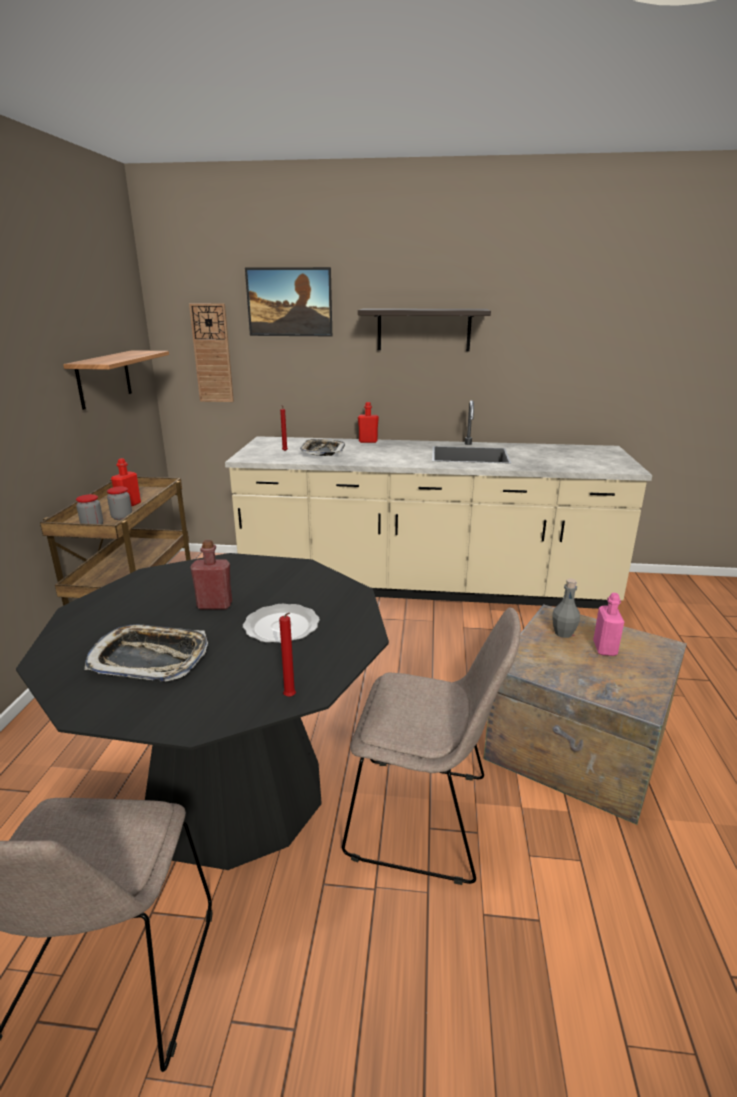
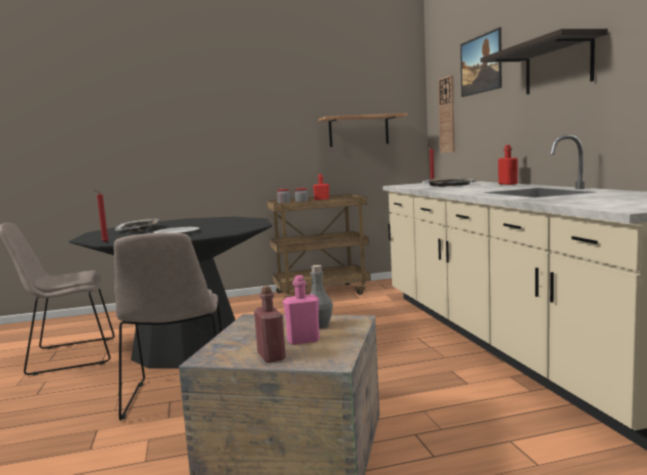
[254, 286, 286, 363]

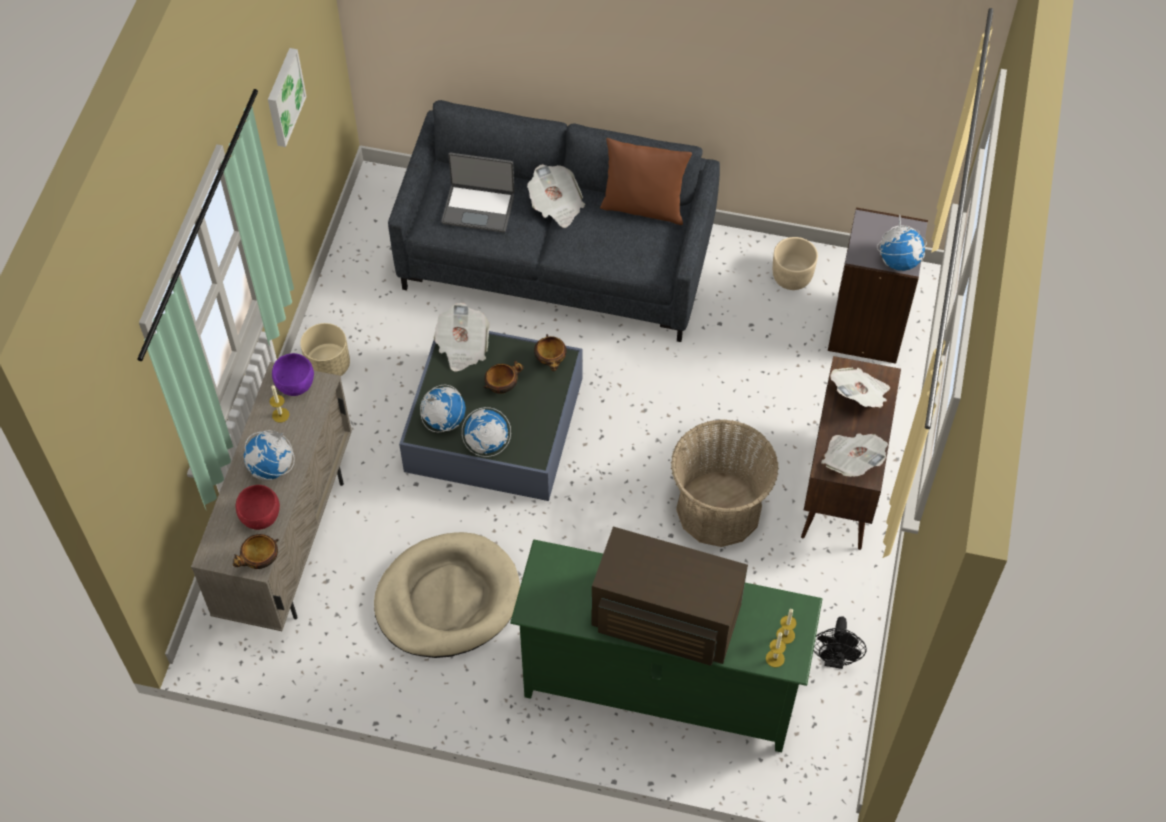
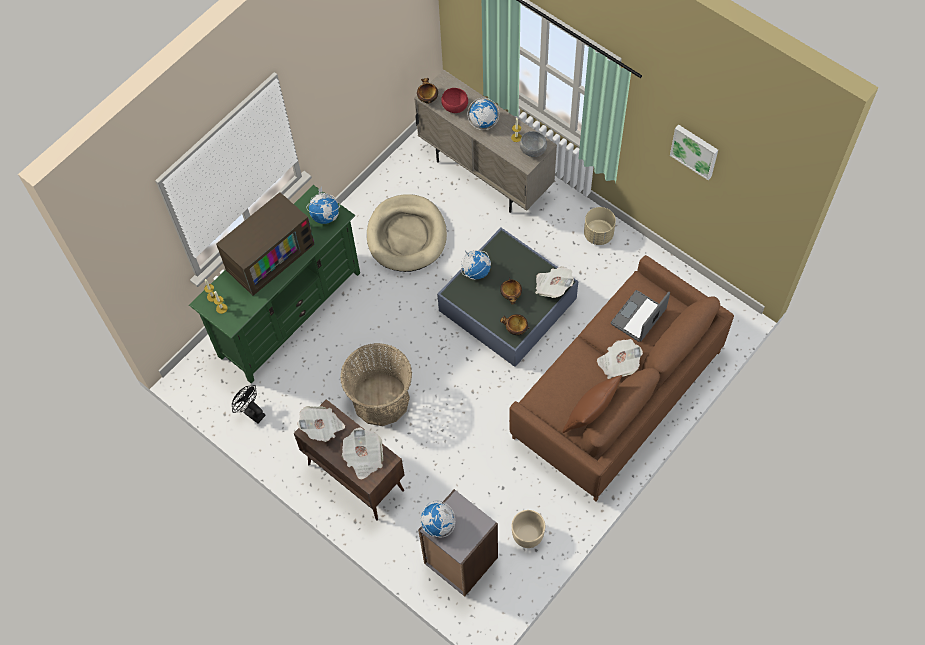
[509, 255, 734, 501]
[520, 131, 547, 157]
[307, 186, 340, 224]

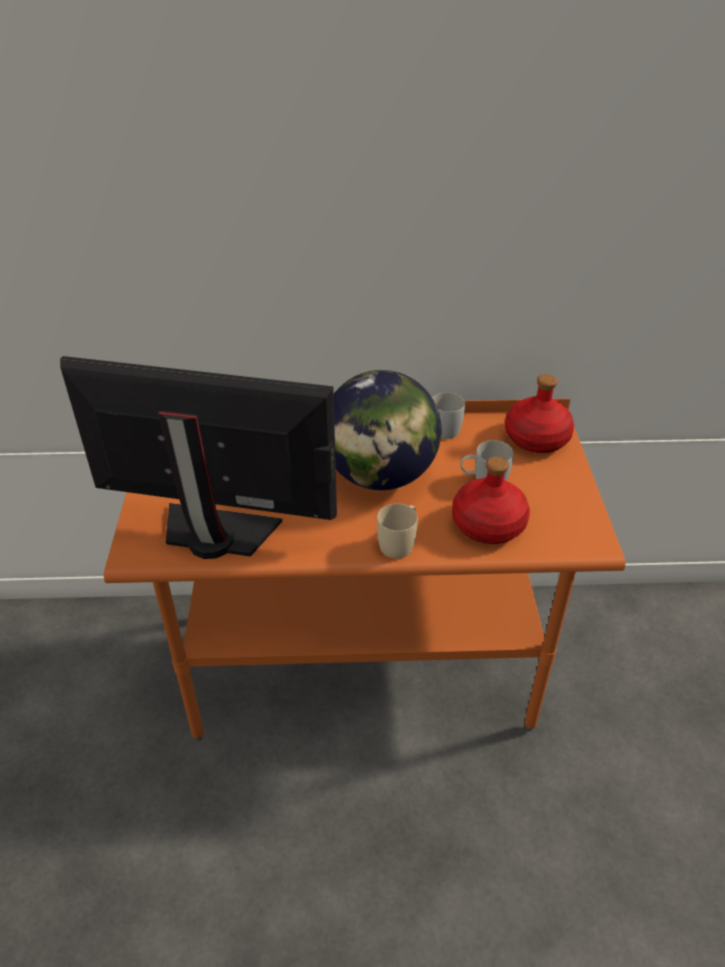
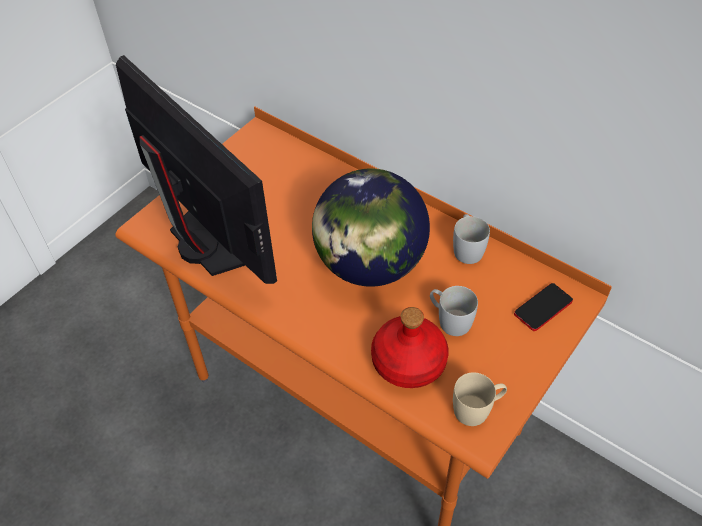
[514, 283, 573, 331]
[453, 373, 507, 426]

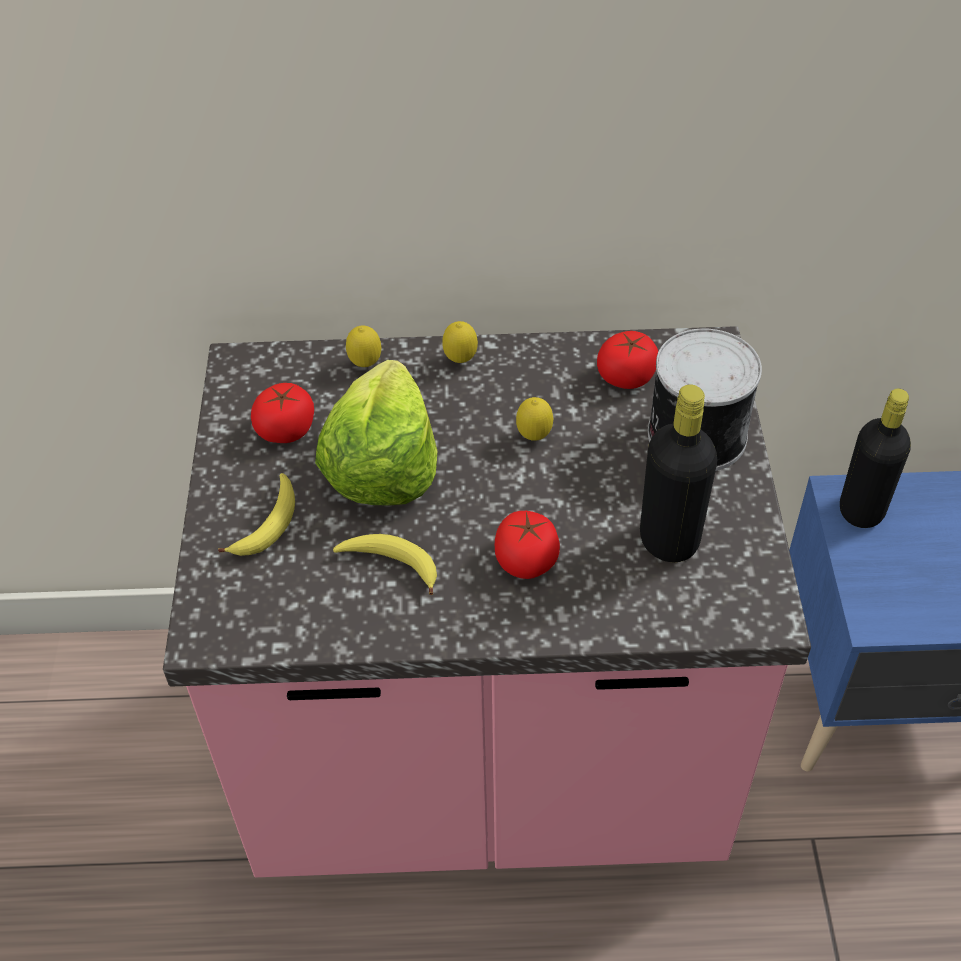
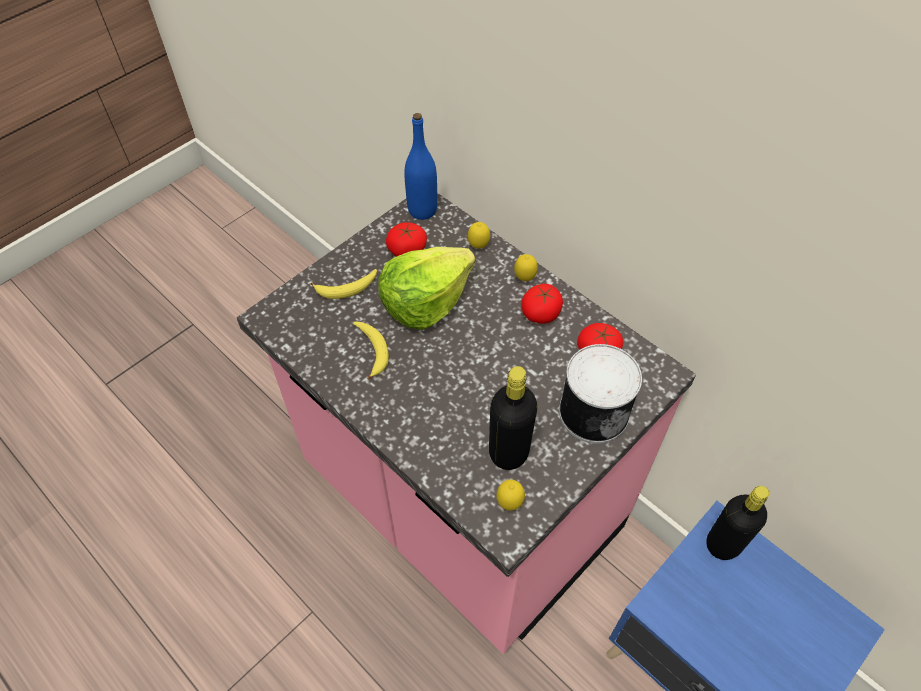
[496, 480, 525, 511]
[521, 284, 563, 324]
[404, 113, 437, 220]

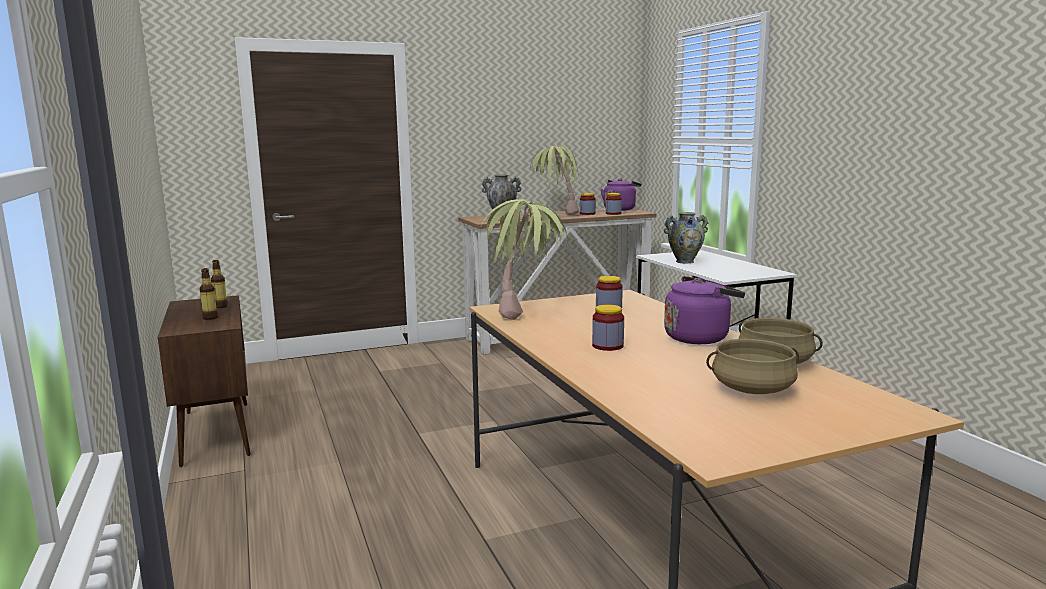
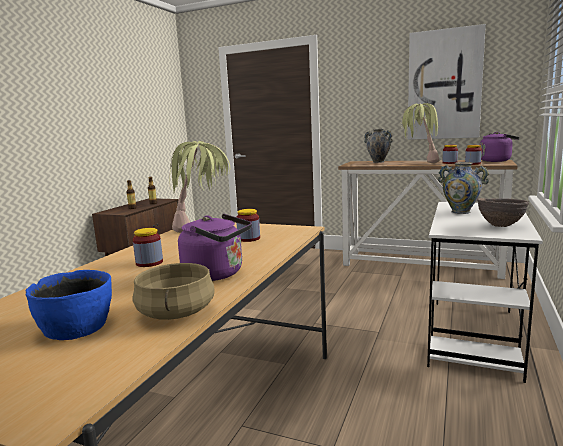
[25, 270, 112, 340]
[408, 24, 486, 140]
[477, 198, 529, 227]

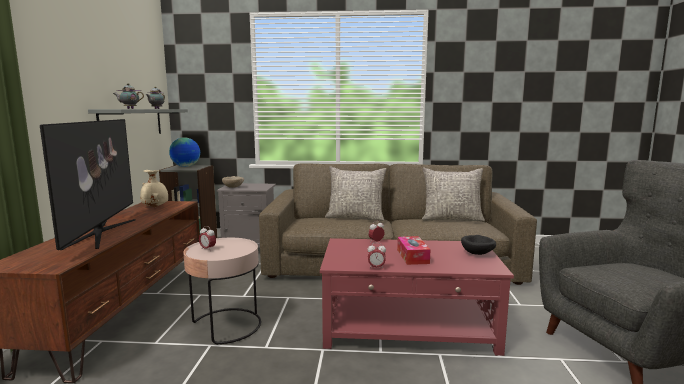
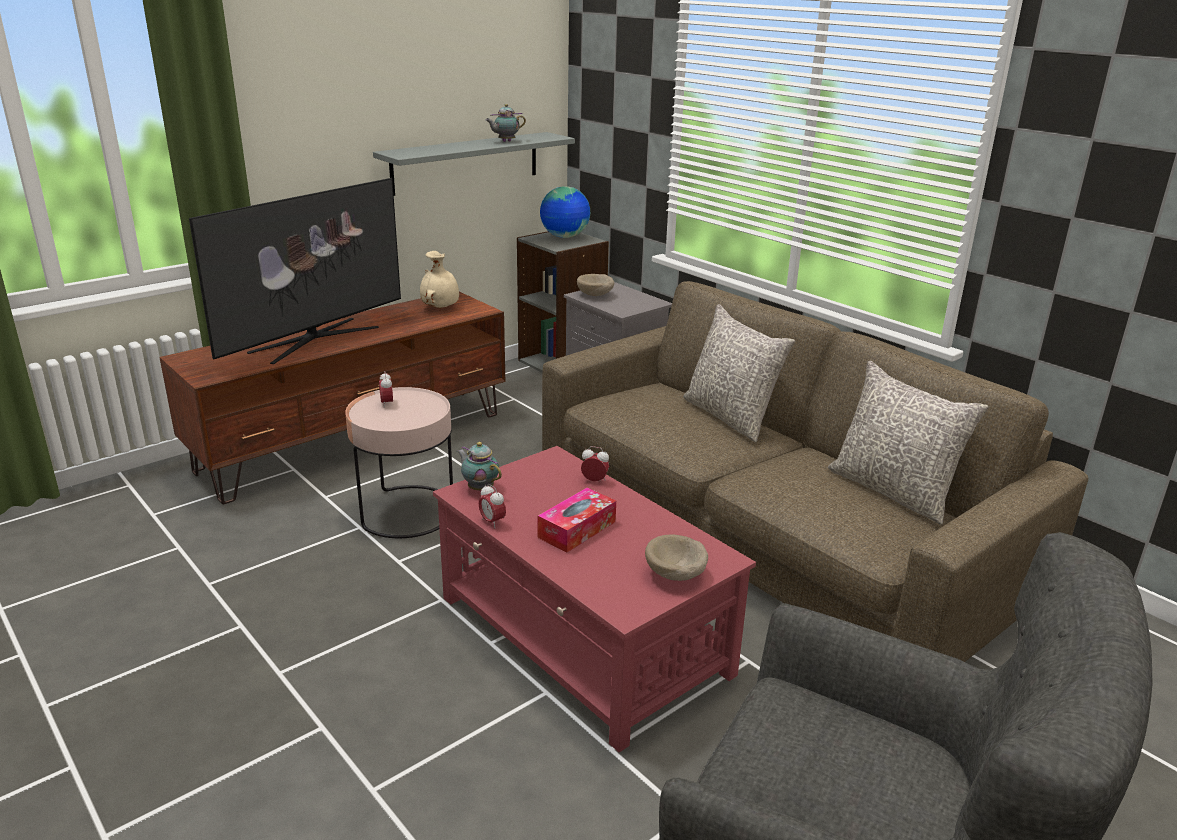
[457, 442, 502, 490]
[645, 535, 708, 581]

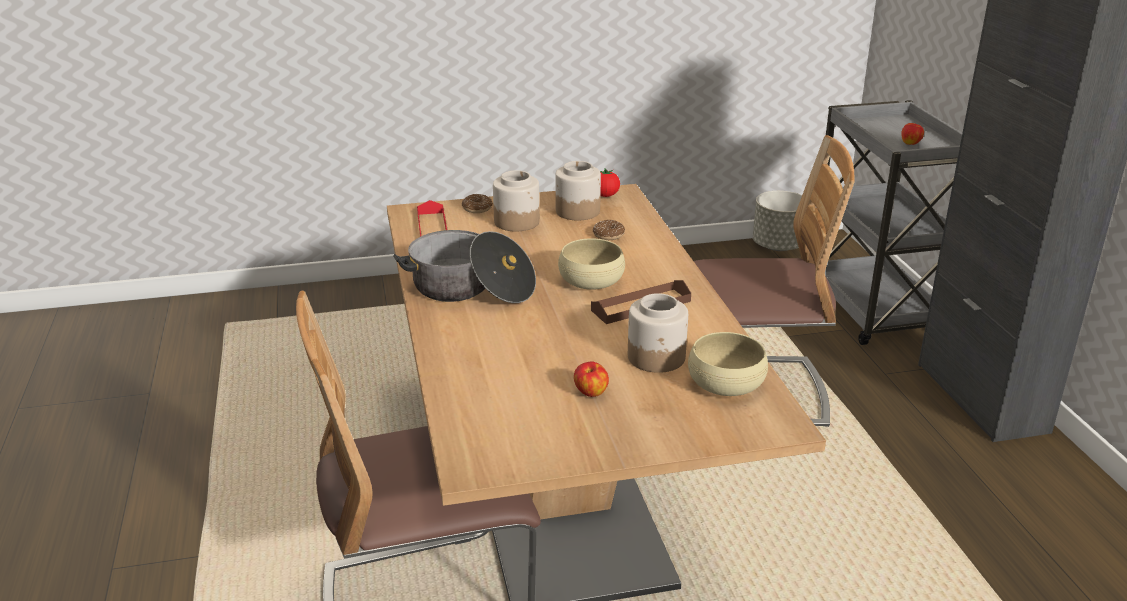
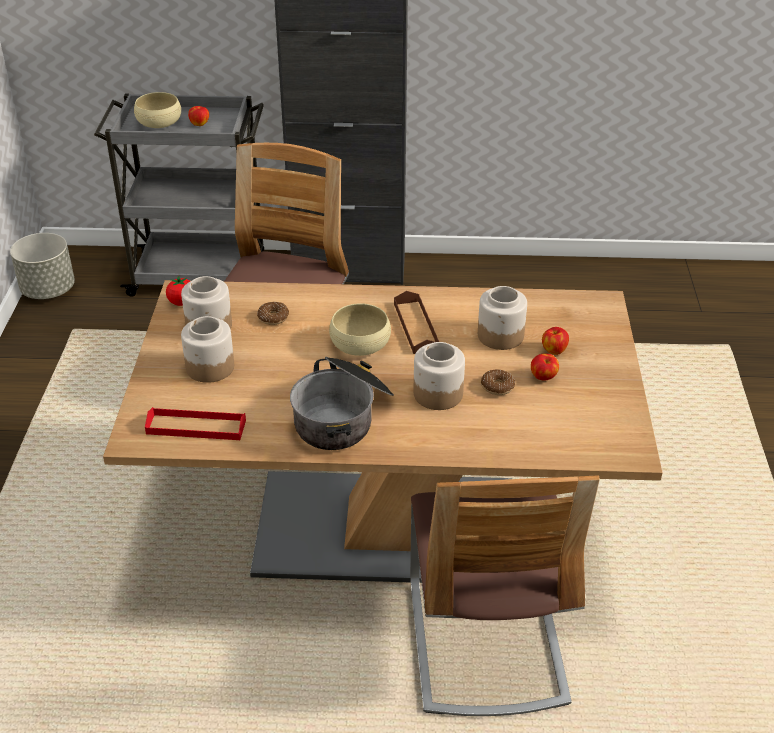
[481, 369, 515, 395]
[134, 92, 181, 128]
[542, 327, 569, 355]
[413, 342, 465, 410]

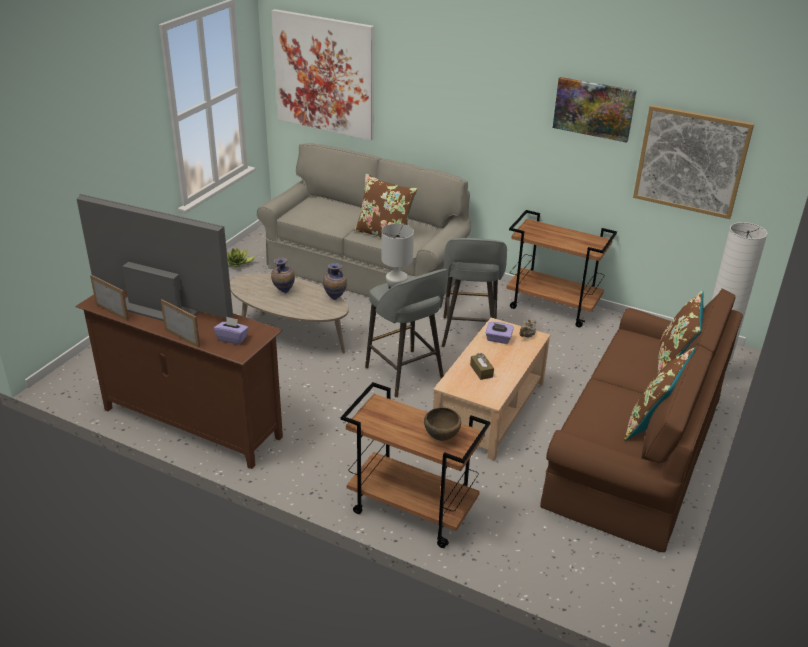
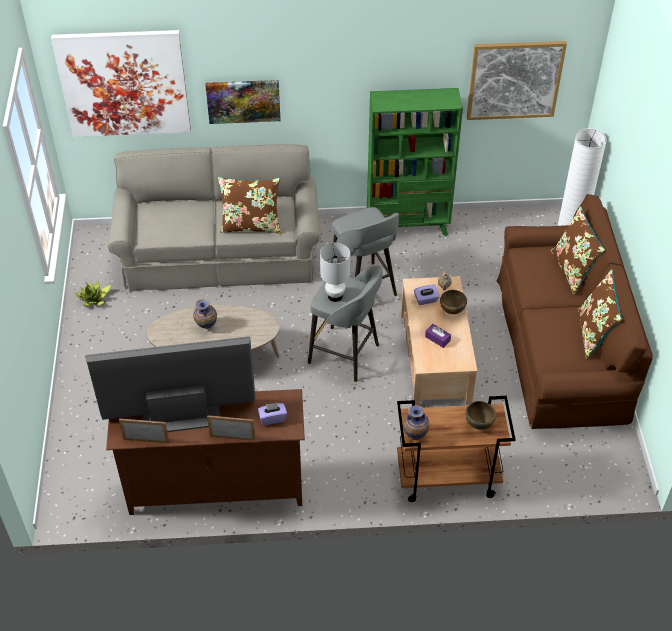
[205, 80, 281, 124]
[367, 88, 463, 236]
[403, 405, 429, 440]
[425, 324, 451, 348]
[440, 290, 467, 314]

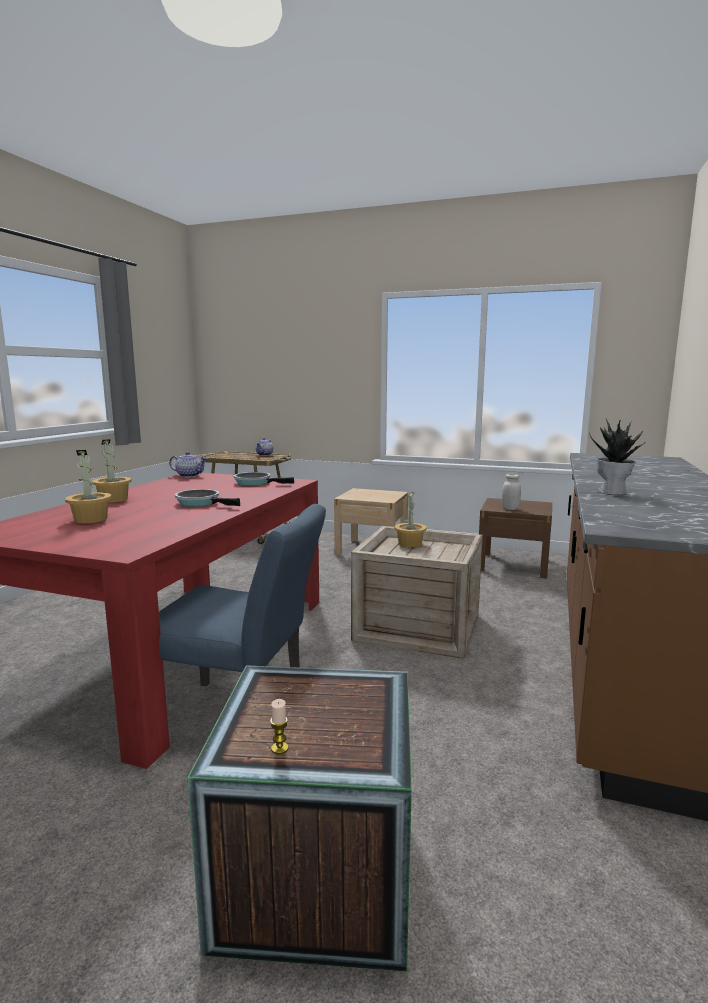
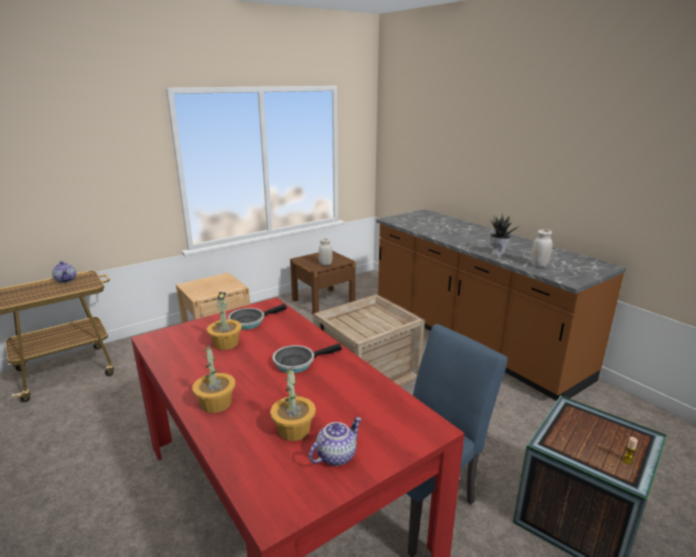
[309, 417, 362, 466]
[207, 292, 242, 350]
[531, 229, 552, 267]

